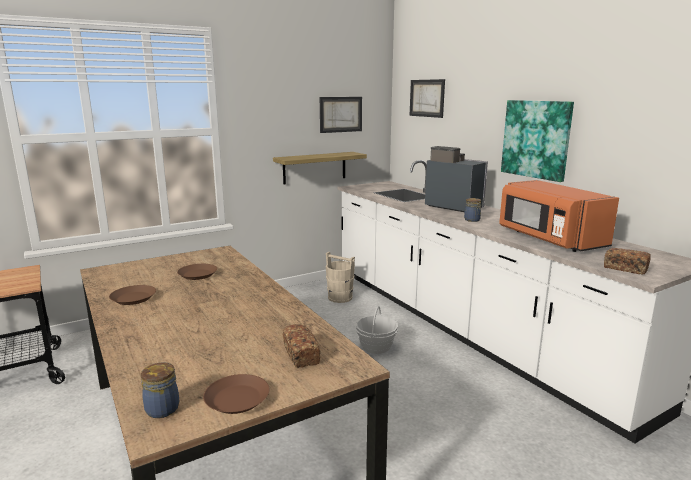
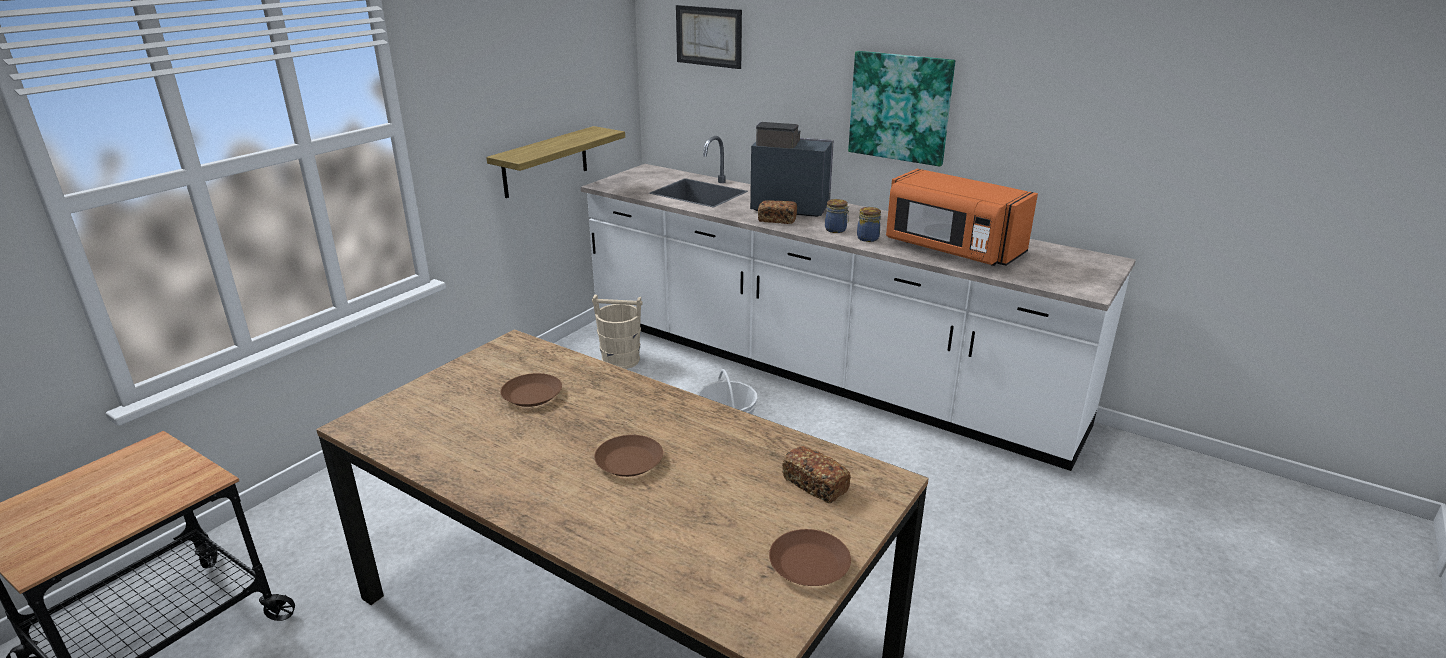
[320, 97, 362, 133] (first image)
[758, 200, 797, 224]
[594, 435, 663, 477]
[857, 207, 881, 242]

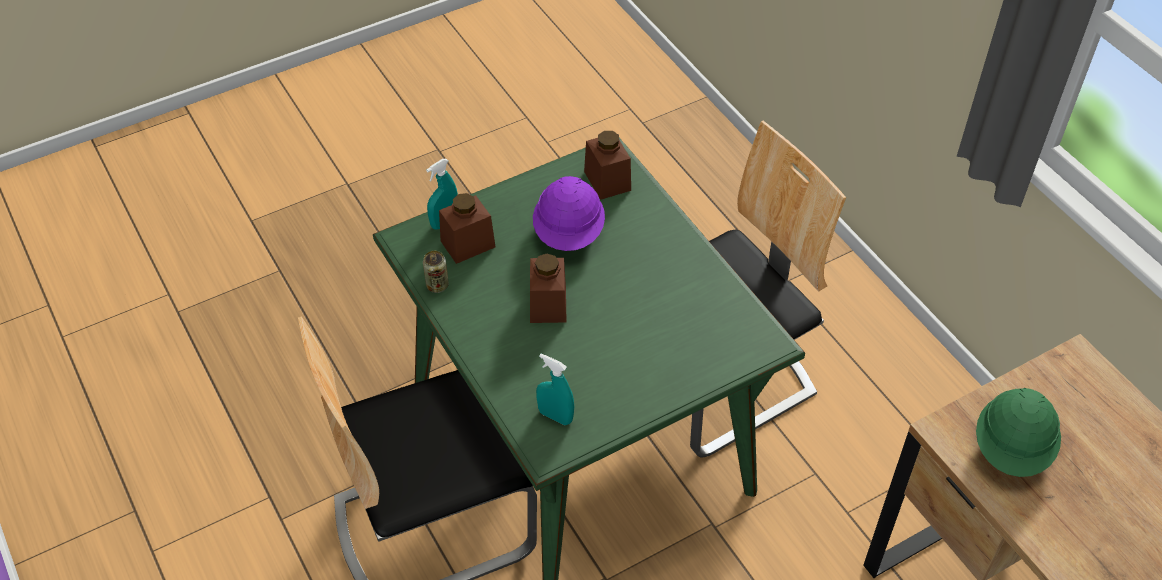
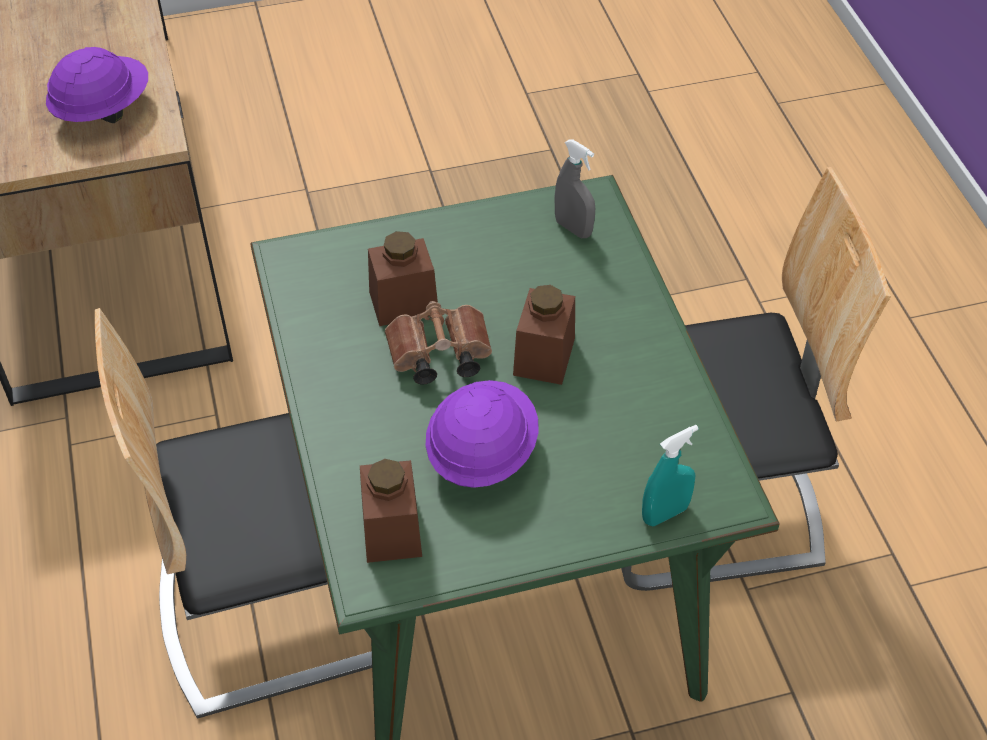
[368, 231, 438, 326]
[423, 251, 449, 293] (first image)
[555, 140, 595, 238]
[46, 47, 148, 123]
[385, 301, 492, 385]

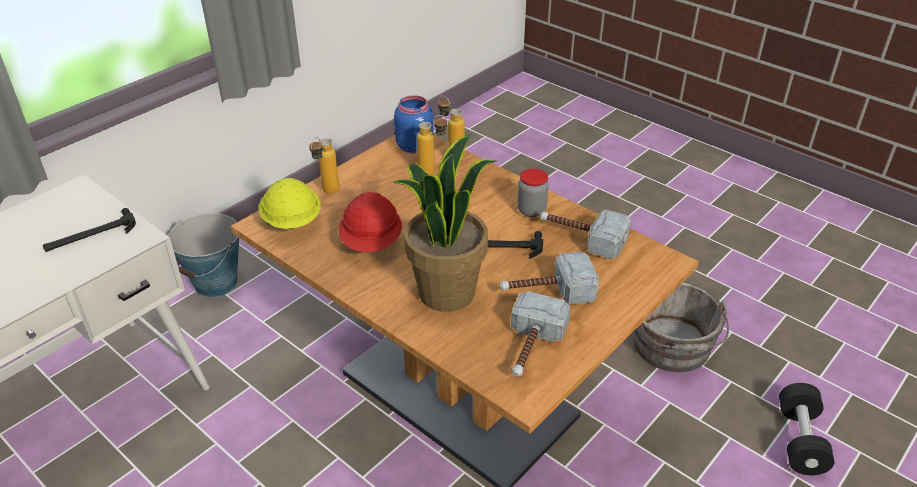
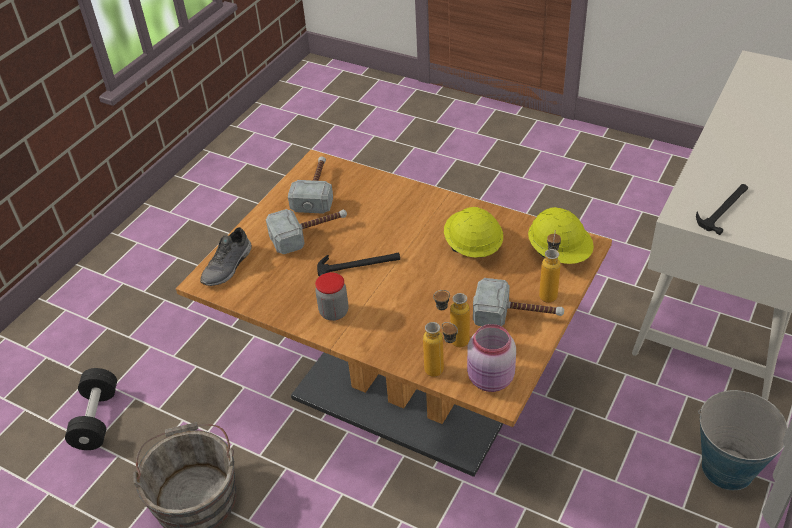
[467, 324, 516, 392]
[393, 134, 496, 312] (first image)
[444, 207, 503, 258]
[473, 278, 564, 326]
[200, 227, 252, 286]

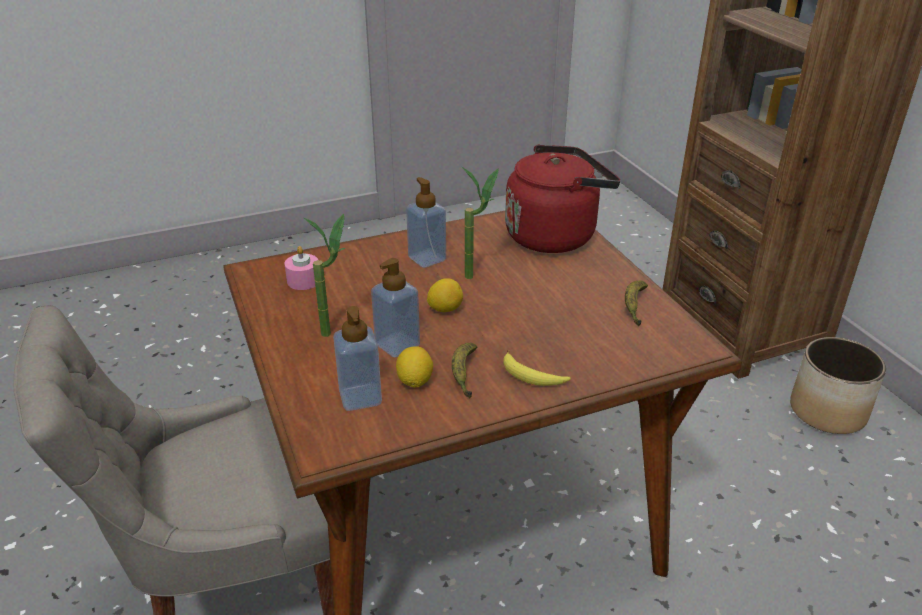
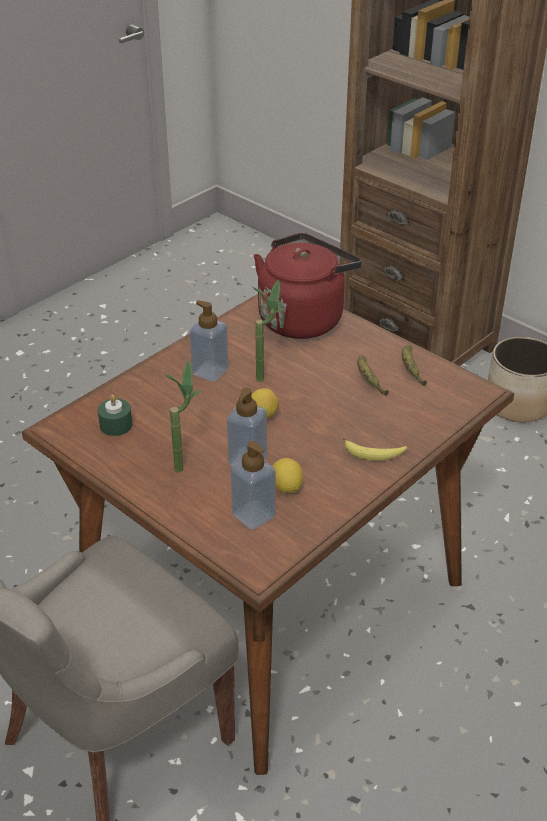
[98, 395, 132, 436]
[357, 356, 389, 396]

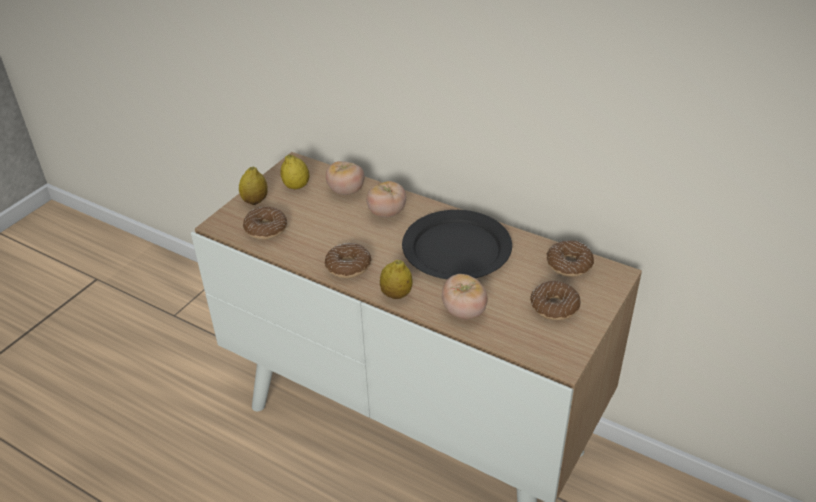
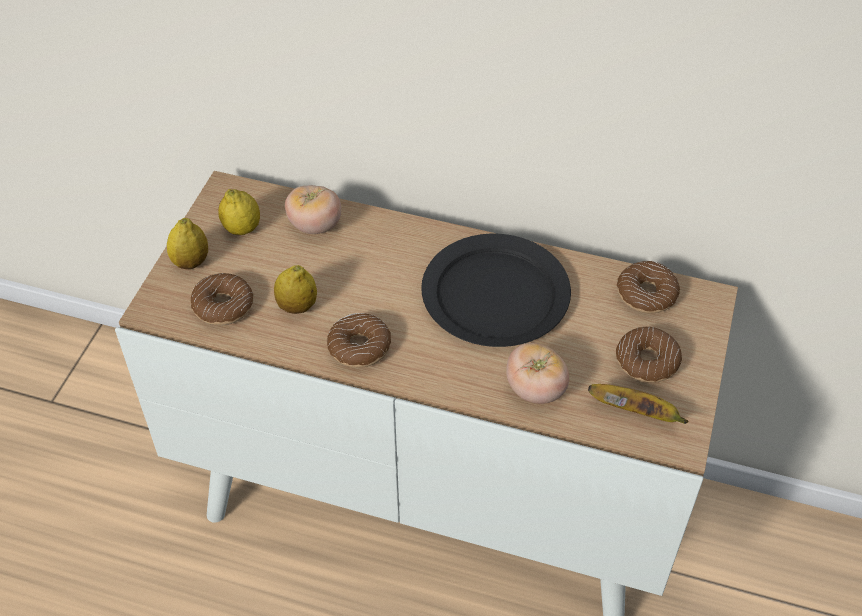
[366, 181, 406, 218] (first image)
[274, 265, 317, 314]
[588, 384, 688, 424]

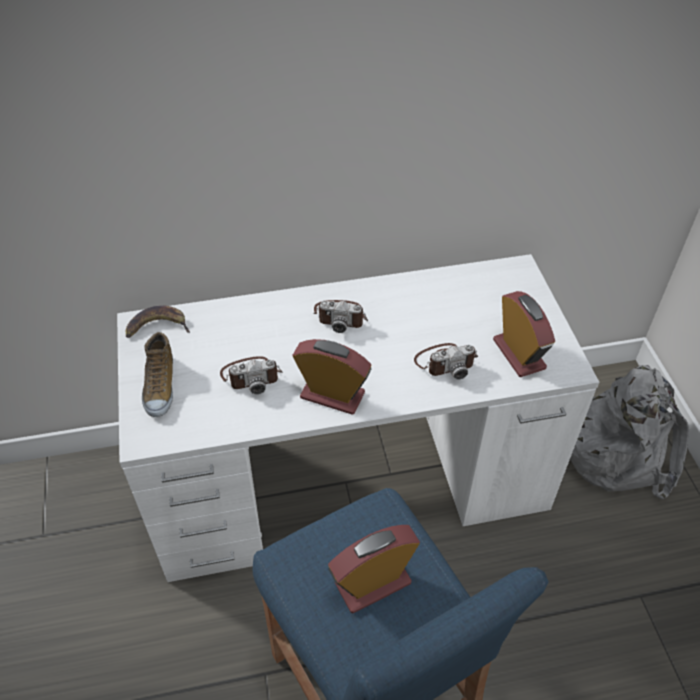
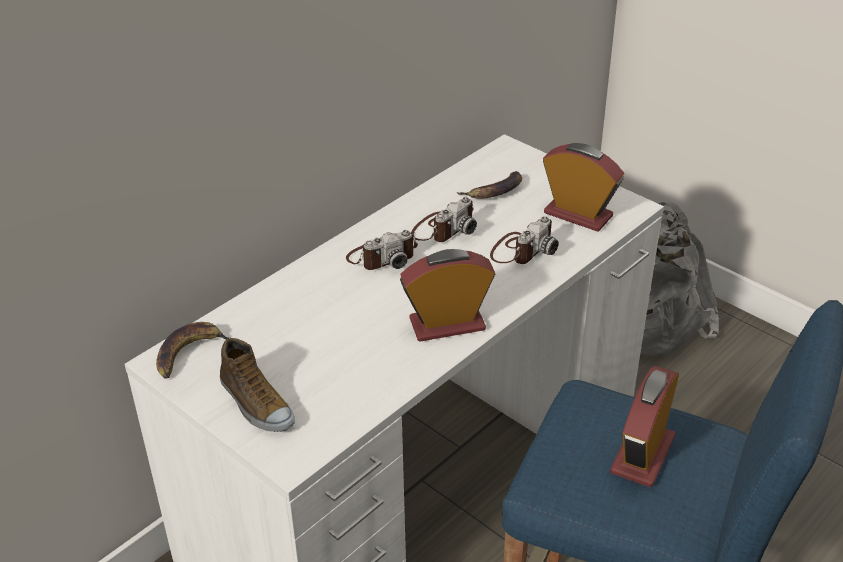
[411, 197, 477, 242]
[457, 171, 522, 199]

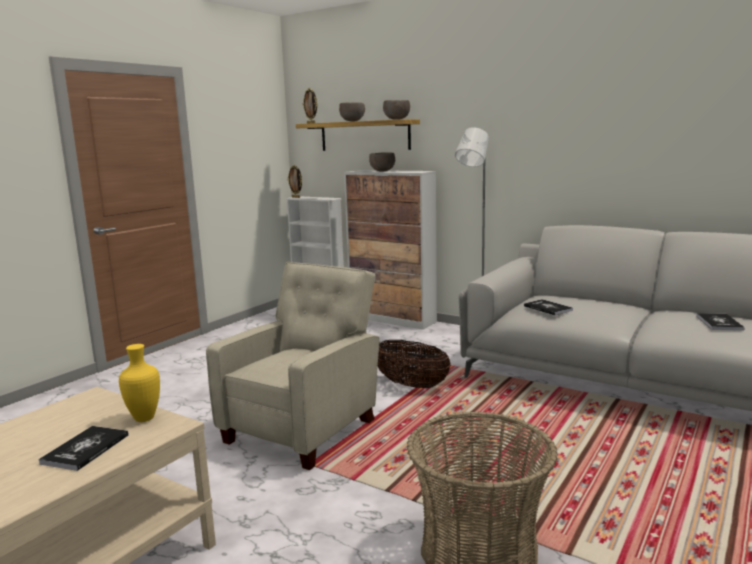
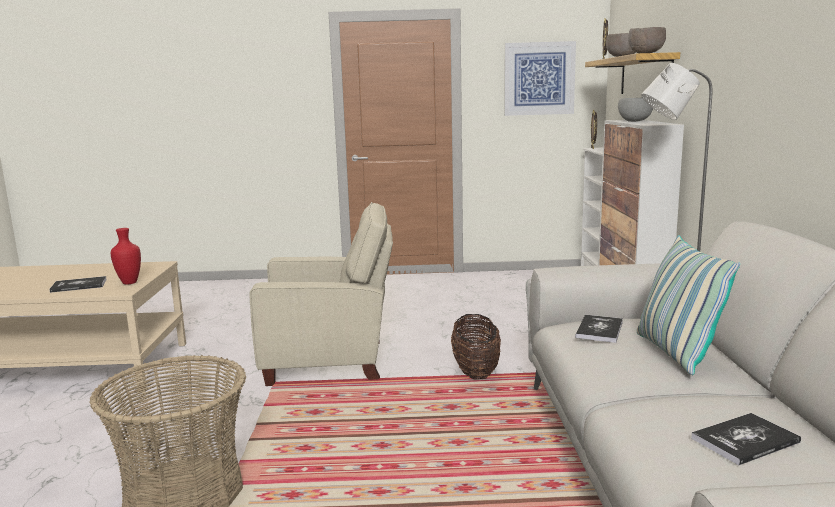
[618, 98, 653, 122]
[111, 228, 141, 284]
[504, 41, 576, 116]
[637, 235, 740, 375]

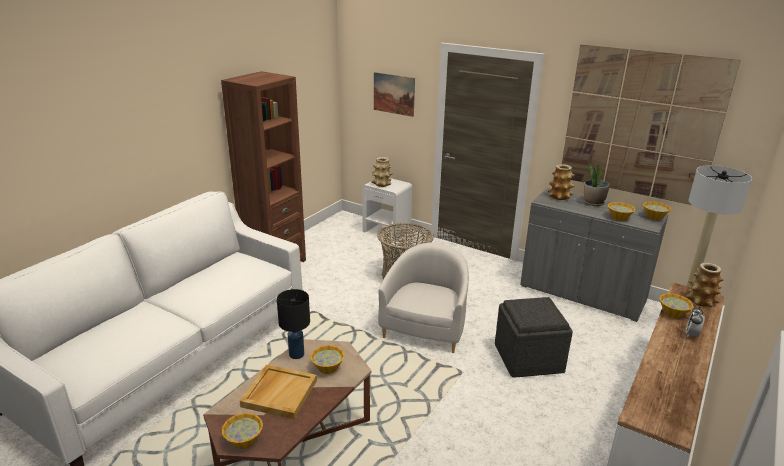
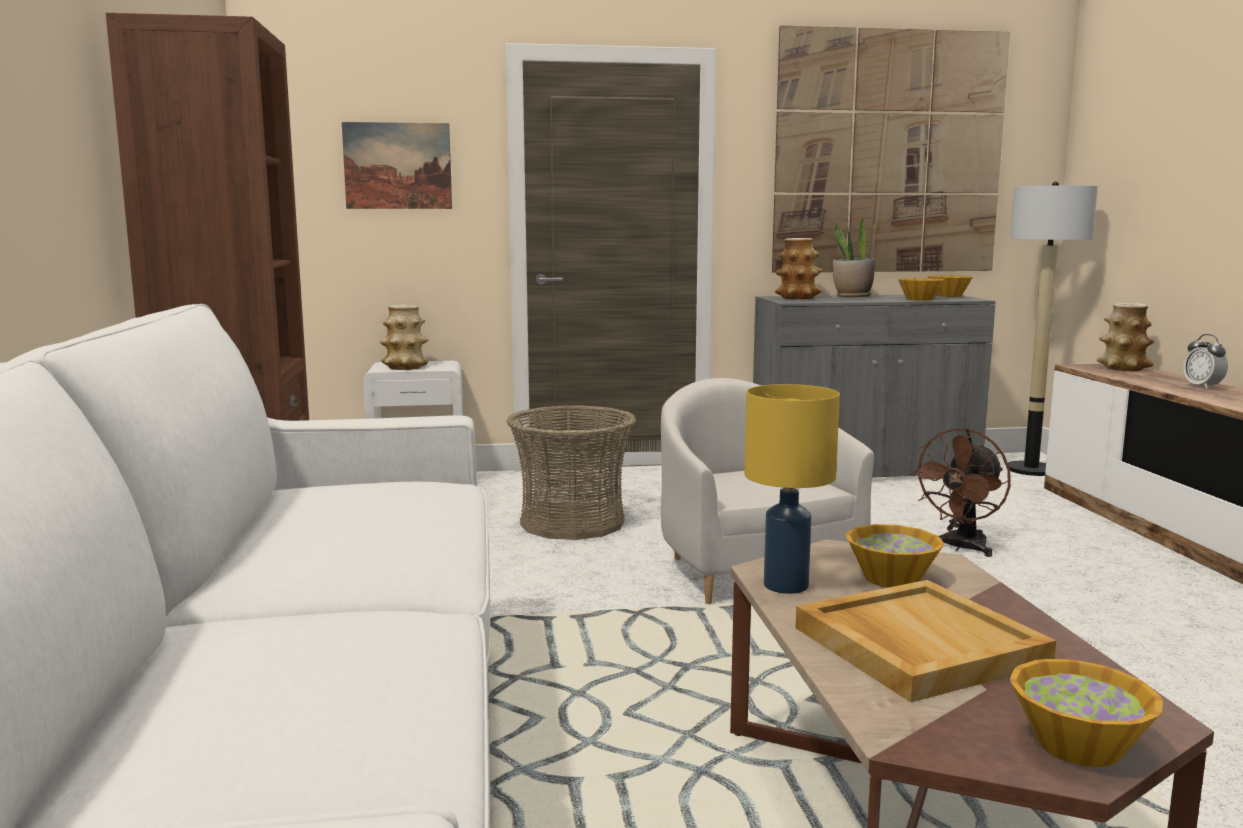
[744, 384, 840, 594]
[660, 293, 693, 318] (first image)
[910, 428, 1011, 557]

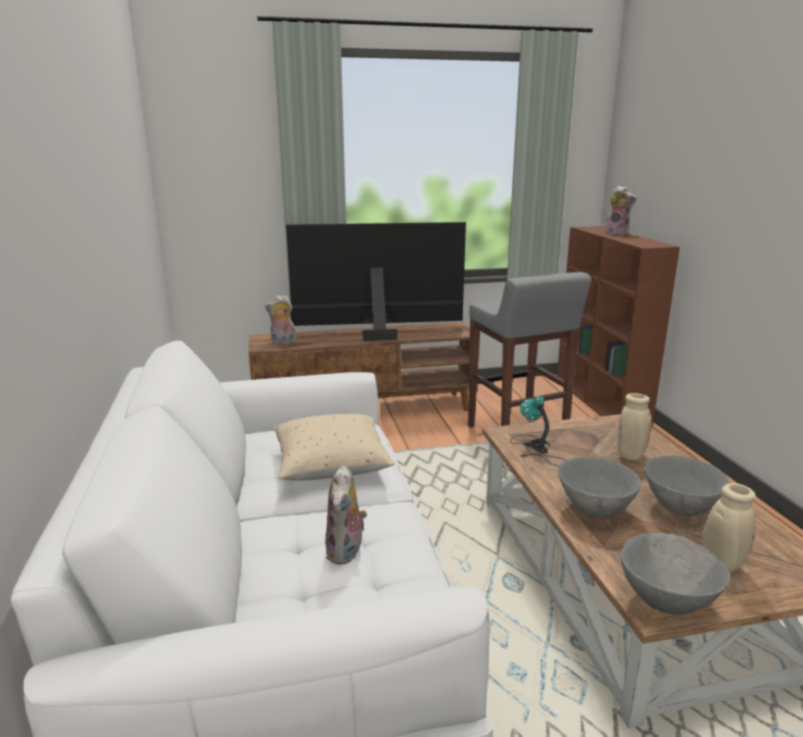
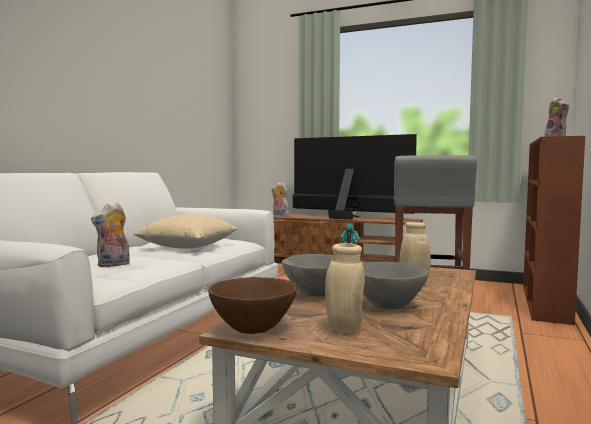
[208, 277, 297, 334]

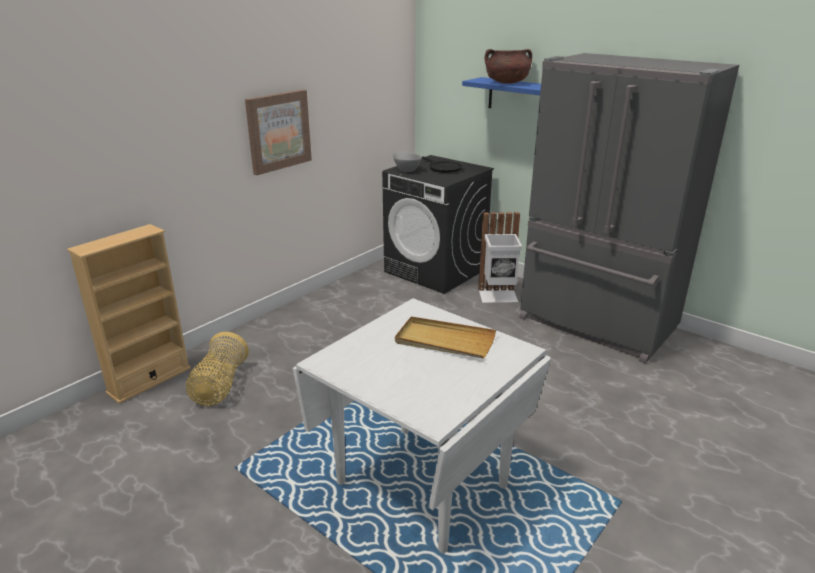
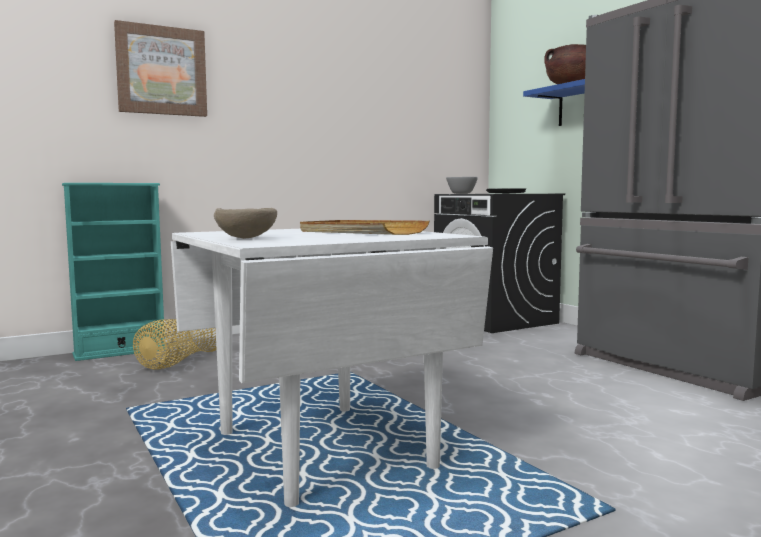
[114, 20, 207, 117]
[478, 212, 522, 303] (first image)
[62, 183, 165, 361]
[214, 208, 277, 239]

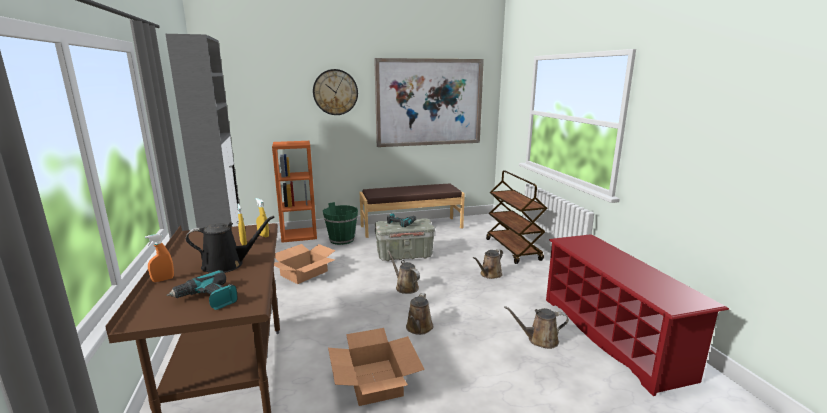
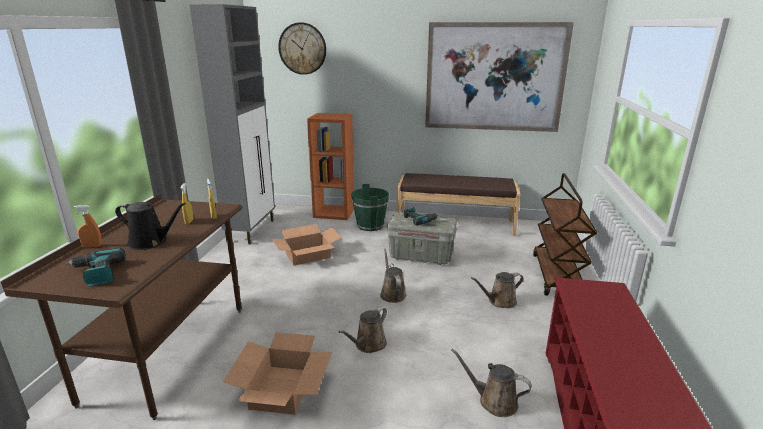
[278, 22, 326, 75]

